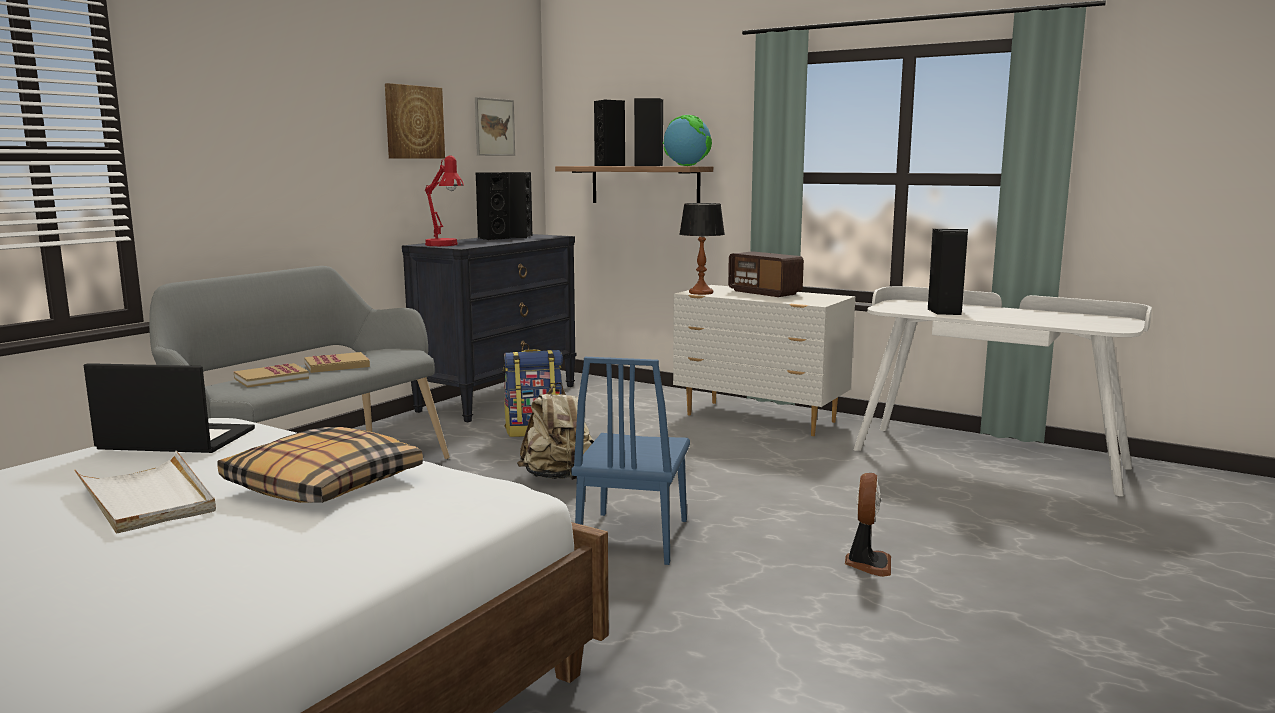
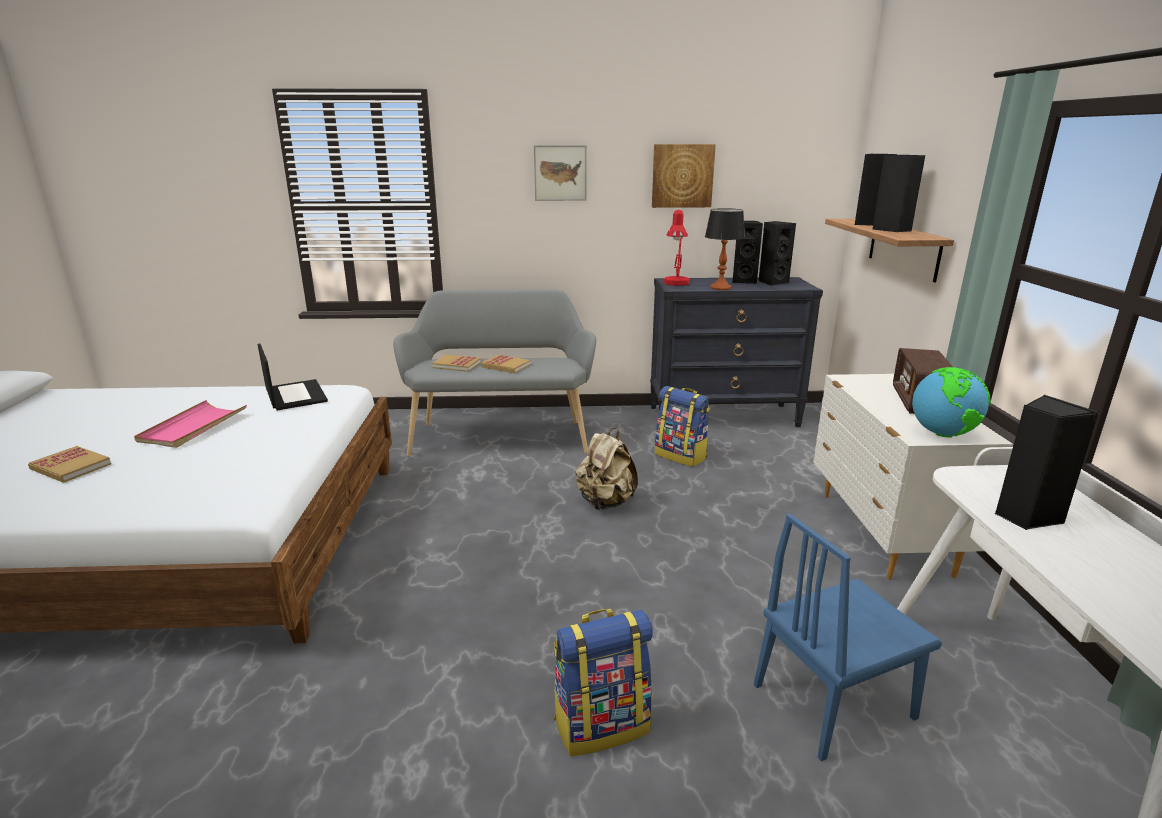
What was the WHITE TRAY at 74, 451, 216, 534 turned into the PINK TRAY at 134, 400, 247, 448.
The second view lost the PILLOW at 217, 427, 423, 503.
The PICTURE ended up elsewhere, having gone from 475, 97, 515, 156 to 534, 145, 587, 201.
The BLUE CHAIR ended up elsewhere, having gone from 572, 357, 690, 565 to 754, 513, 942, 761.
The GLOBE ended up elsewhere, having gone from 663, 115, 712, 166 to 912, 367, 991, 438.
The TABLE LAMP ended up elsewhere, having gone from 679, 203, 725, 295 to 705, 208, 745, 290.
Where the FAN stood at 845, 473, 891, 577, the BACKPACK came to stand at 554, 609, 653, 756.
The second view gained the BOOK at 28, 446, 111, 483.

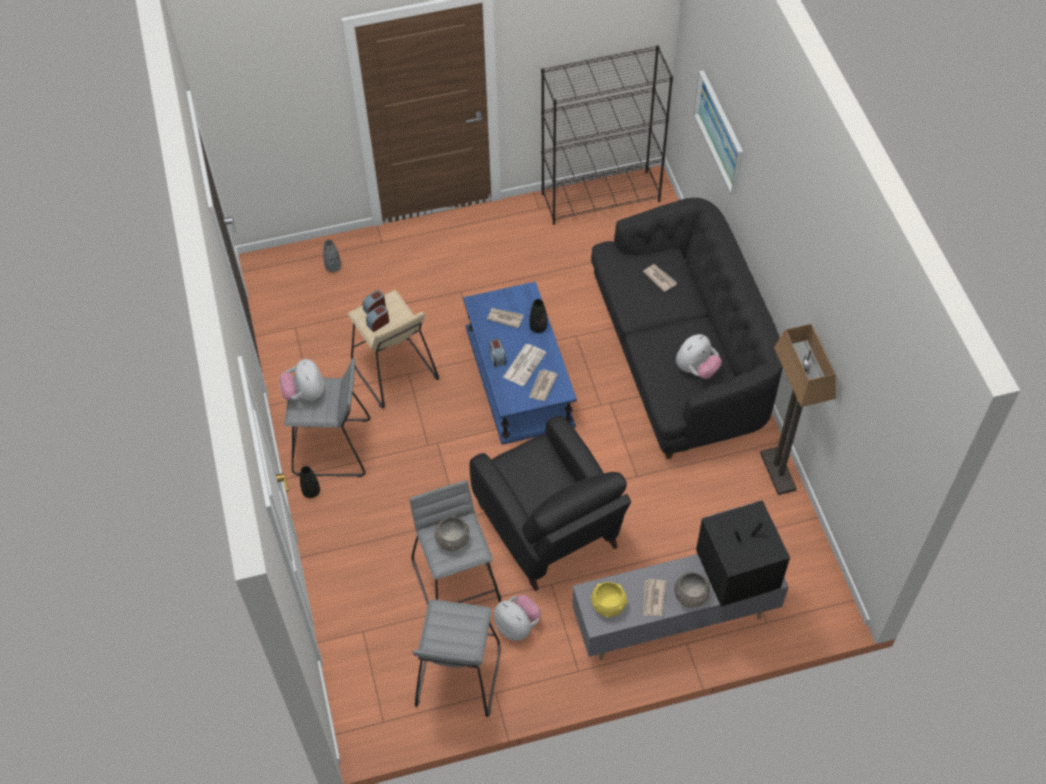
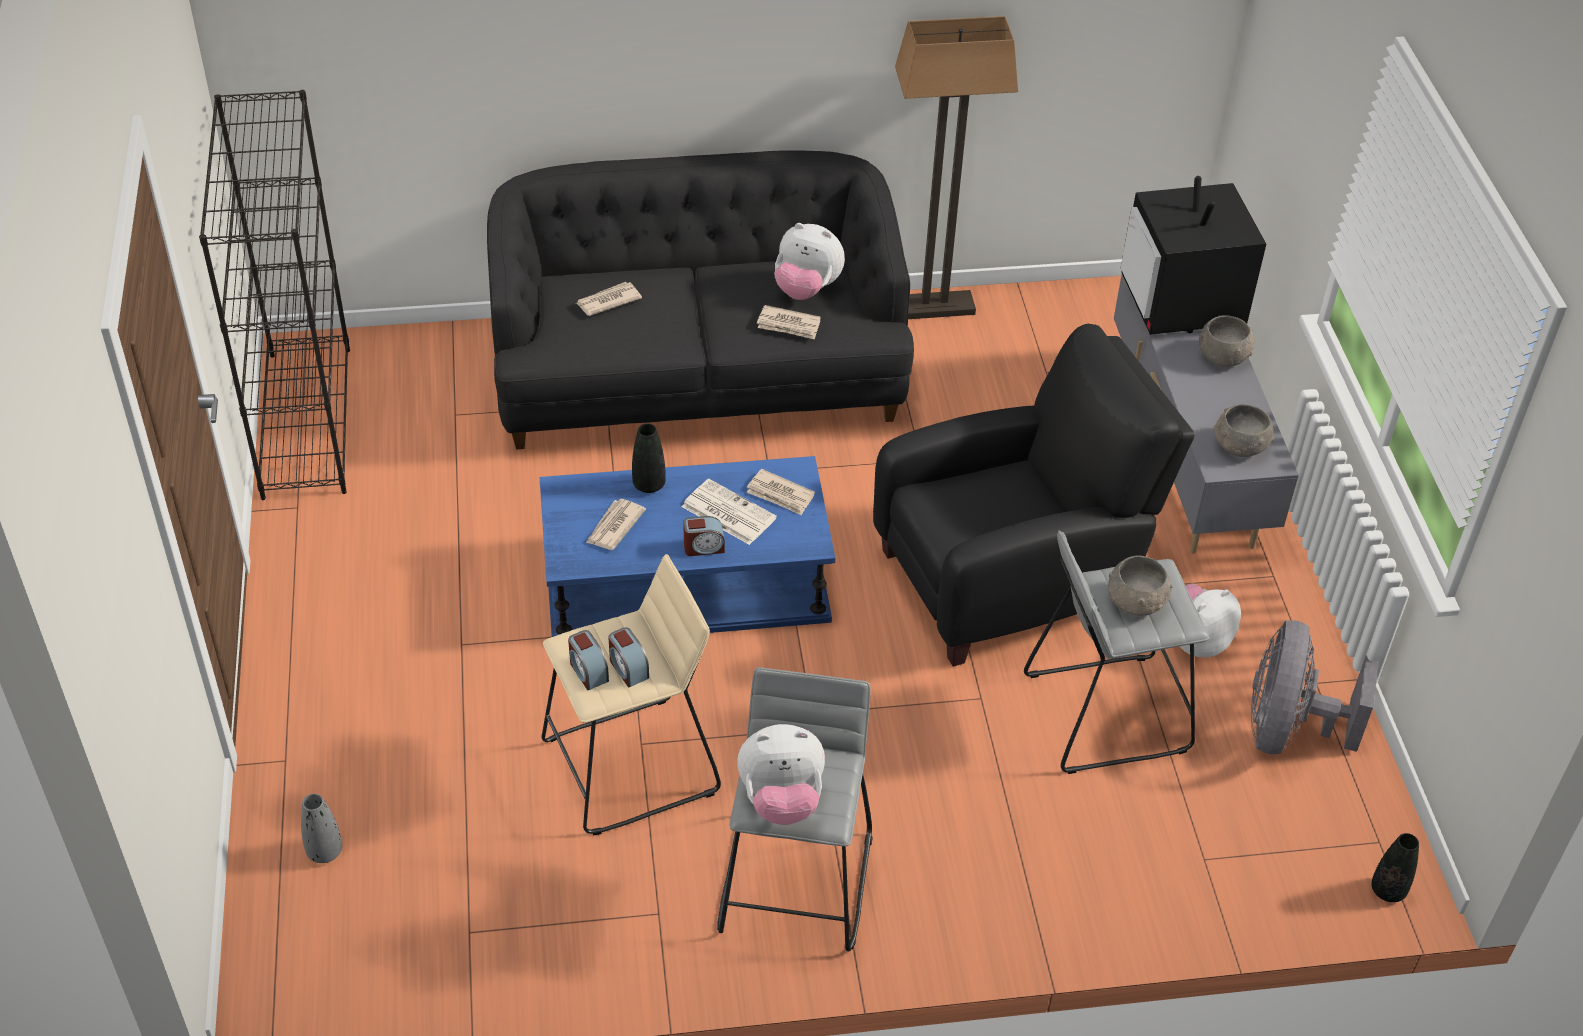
The BLACK VASE ended up elsewhere, having gone from 300, 466, 320, 498 to 1371, 833, 1419, 902.
Where the GREY STOOL stood at 413, 599, 501, 717, the GREY FAN came to stand at 1251, 620, 1379, 754.
What was the YELLOW BOWL at 591, 582, 628, 618 turned into the GREY BOWL at 1214, 404, 1274, 457.
The NEWSPAPER ended up elsewhere, having gone from 643, 579, 666, 617 to 757, 305, 821, 339.
The PLUSH TOY at 676, 334, 722, 379 ended up facing another way, 150 degrees clockwise from before.
The second view lost the PICTURE at 694, 70, 743, 195.

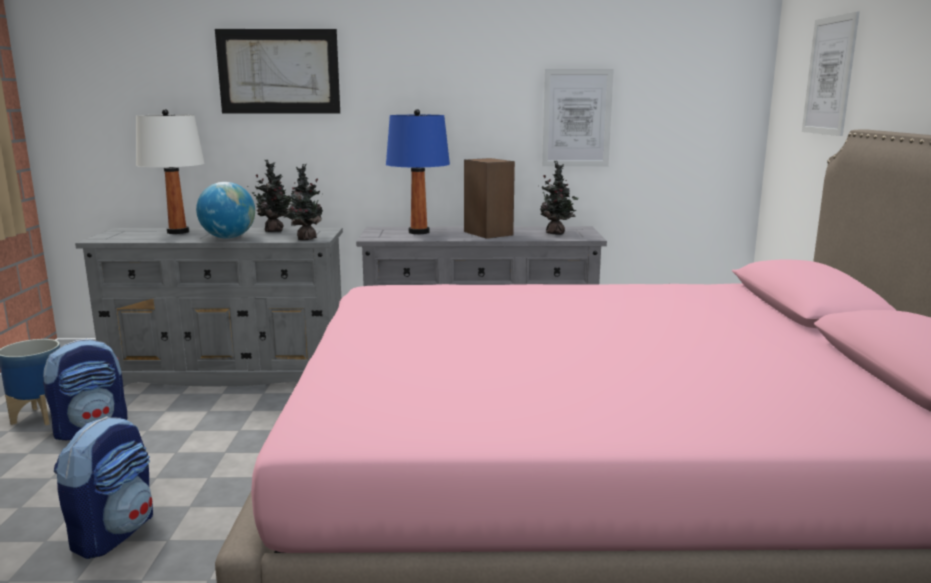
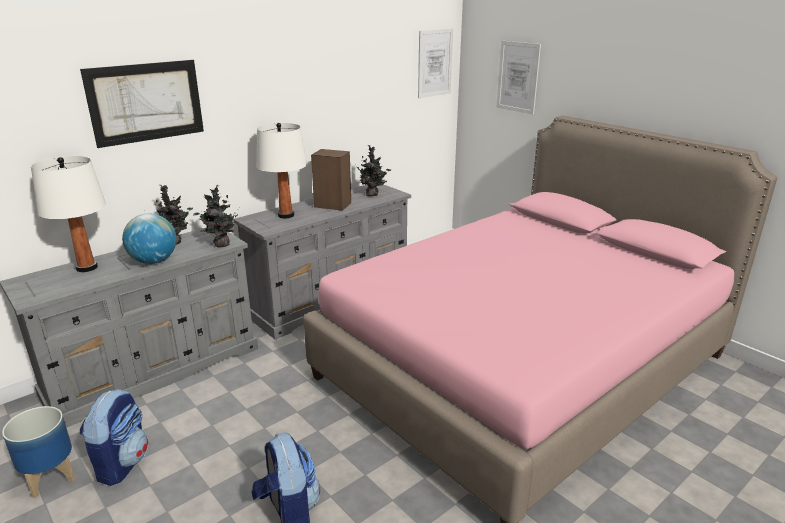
What was the BLUE TABLE LAMP at 386, 109, 450, 234 turned into the WHITE TABLE LAMP at 257, 123, 307, 218.
The PICTURE ended up elsewhere, having gone from 542, 69, 614, 166 to 418, 29, 453, 98.

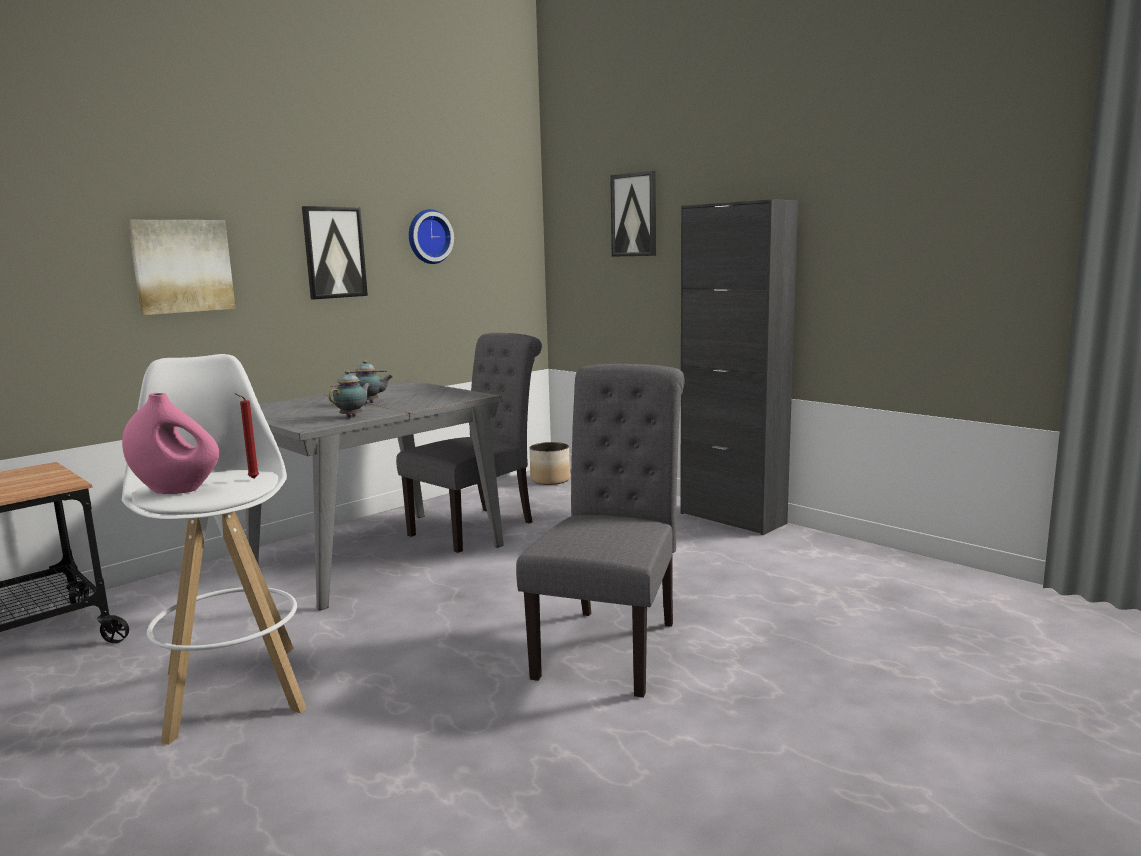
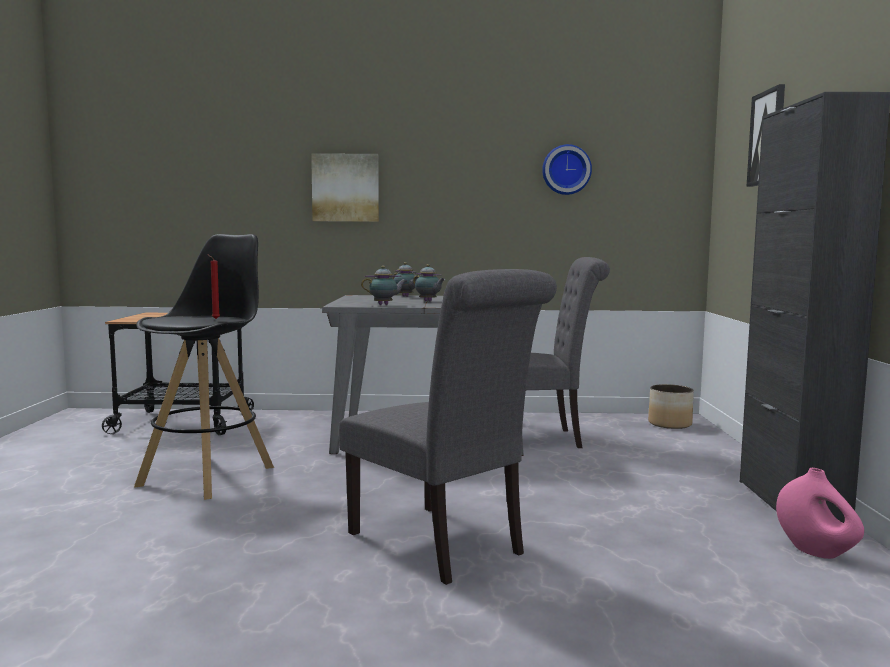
What was the WHITE STOOL at 122, 354, 307, 745 turned into the BLACK STOOL at 134, 234, 274, 500.
The PINK VASE ended up elsewhere, having gone from 122, 393, 219, 494 to 776, 468, 864, 559.
The second view lost the PICTURE at 302, 206, 368, 299.
The GREY CHAIR at 516, 364, 684, 698 ended up facing another way, 75 degrees clockwise from before.
The second view gained the TEAPOT at 393, 262, 419, 297.

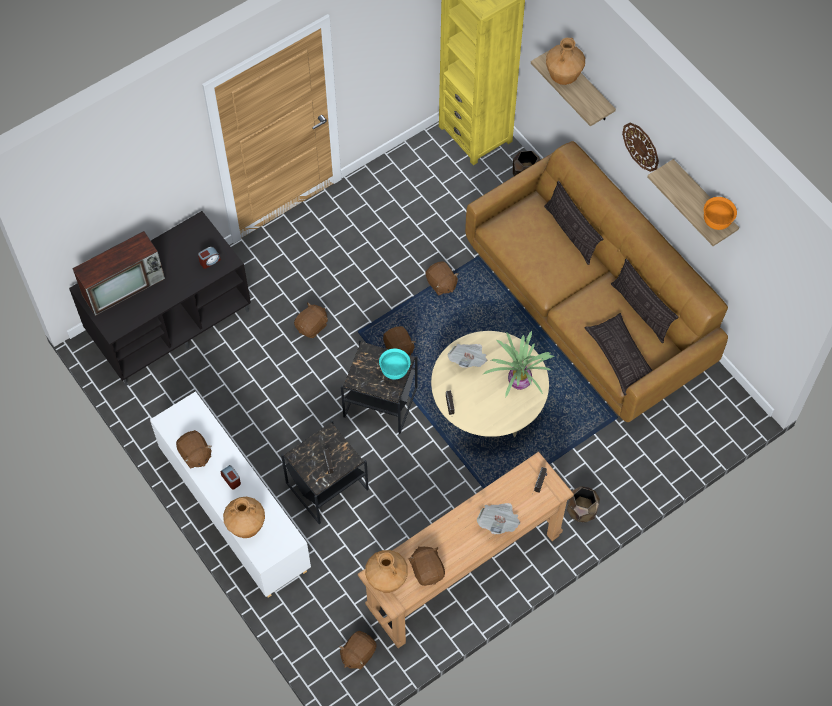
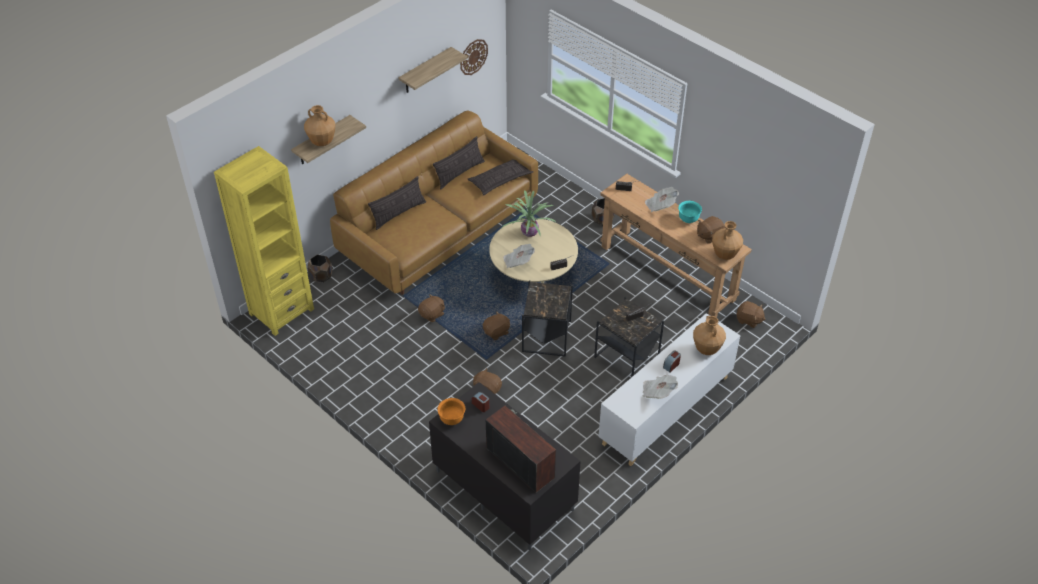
Where the BROWN PLUSH TOY stood at 176, 430, 212, 469, the NEWSPAPER came to stand at 642, 375, 678, 399.
The TURQUOISE BOWL ended up elsewhere, having gone from 379, 348, 411, 379 to 678, 201, 702, 223.
The WALL CLOCK ended up elsewhere, having gone from 622, 122, 659, 172 to 460, 39, 488, 75.
The ORANGE BOWL ended up elsewhere, having gone from 704, 197, 737, 230 to 437, 398, 465, 425.

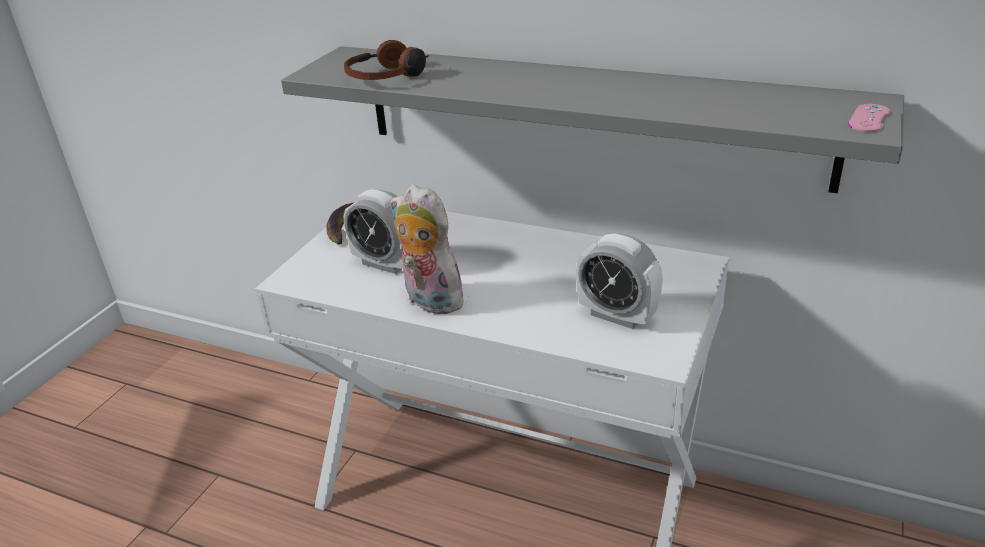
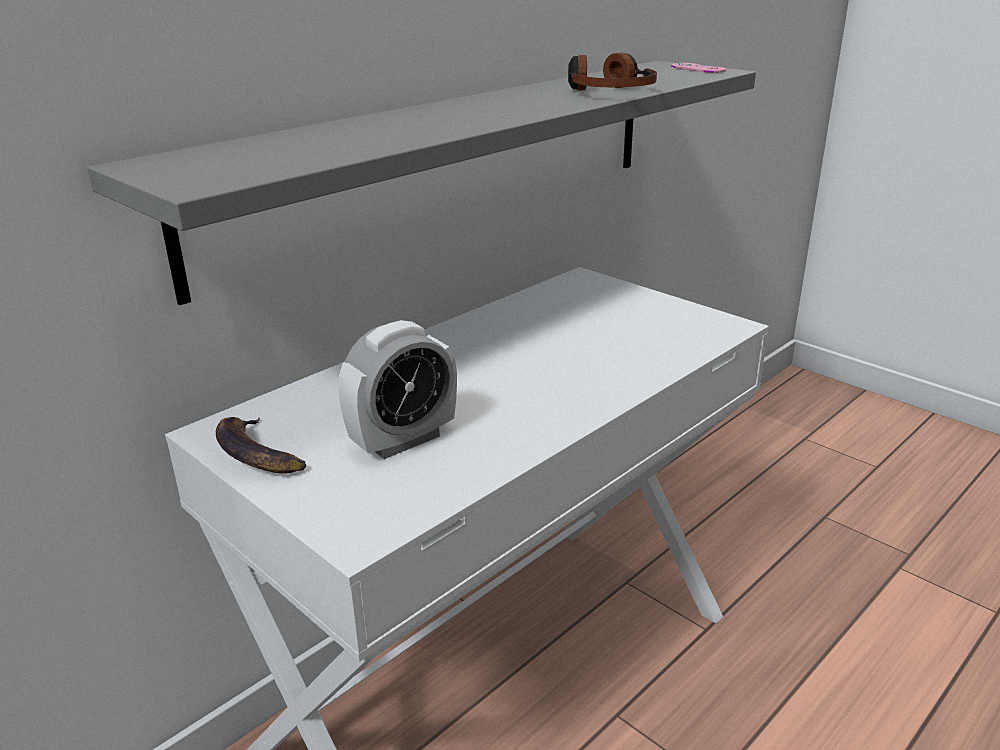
The HEADPHONES ended up elsewhere, having gone from 344, 40, 429, 80 to 568, 53, 657, 90.
The second view lost the PLUSH TOY at 391, 184, 463, 314.
The second view lost the ALARM CLOCK at 576, 234, 663, 329.

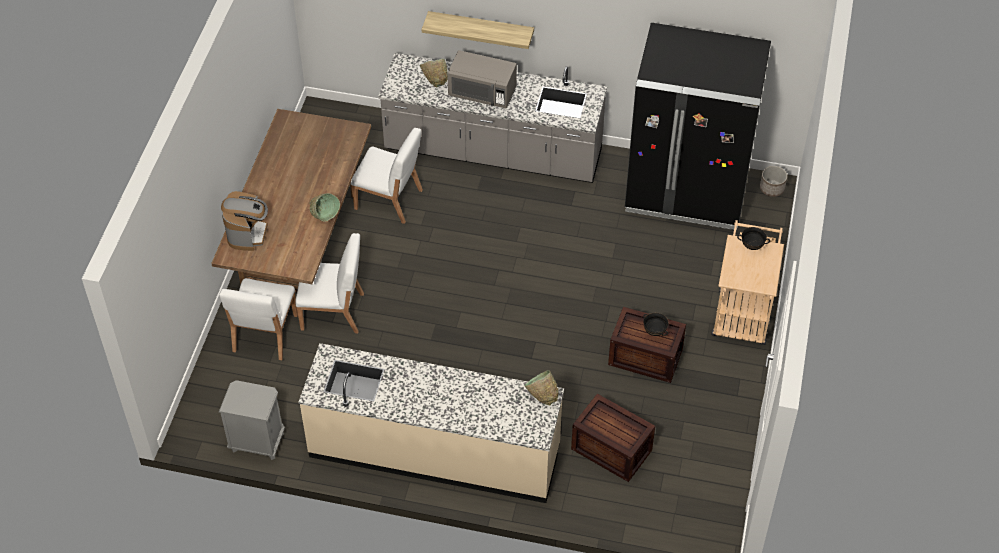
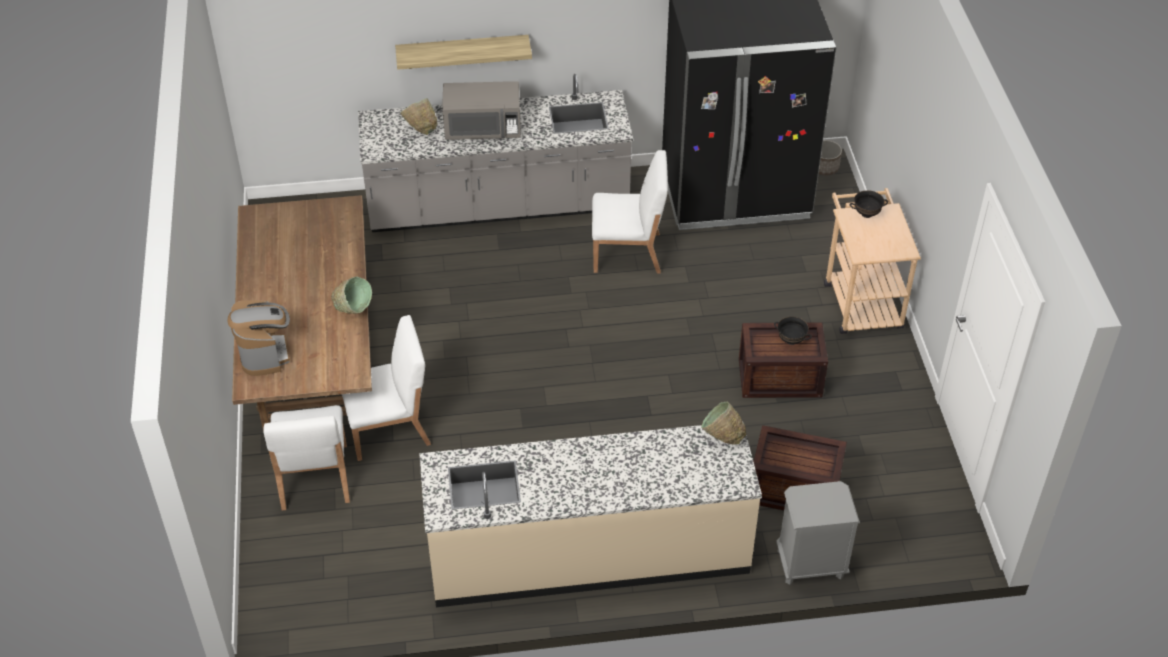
The GREY NIGHTSTAND ended up elsewhere, having gone from 219, 380, 285, 460 to 776, 481, 860, 585.
The WHITE CHAIR ended up elsewhere, having gone from 351, 128, 423, 224 to 592, 150, 668, 273.

